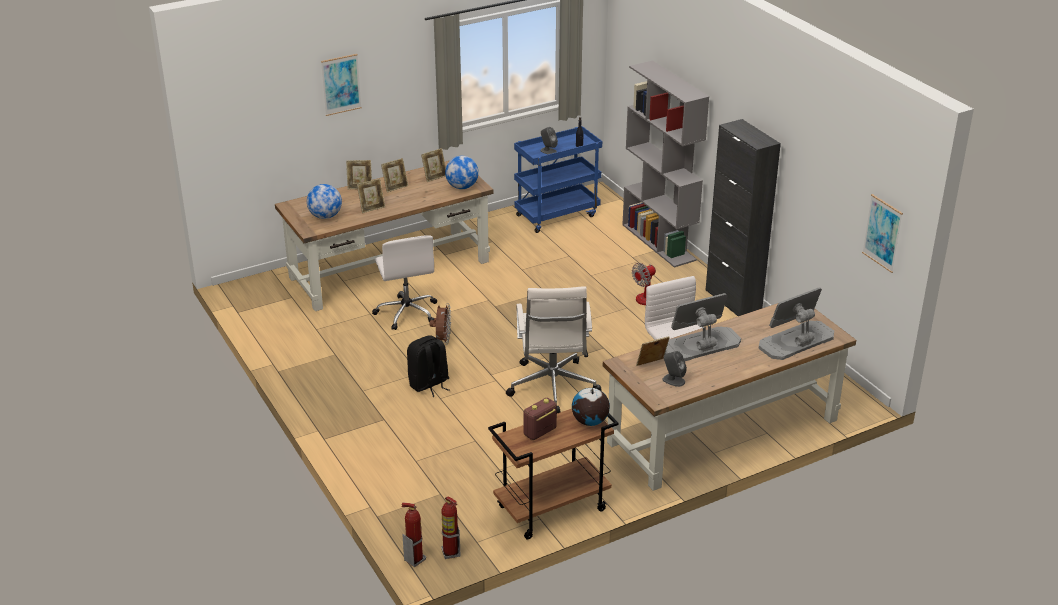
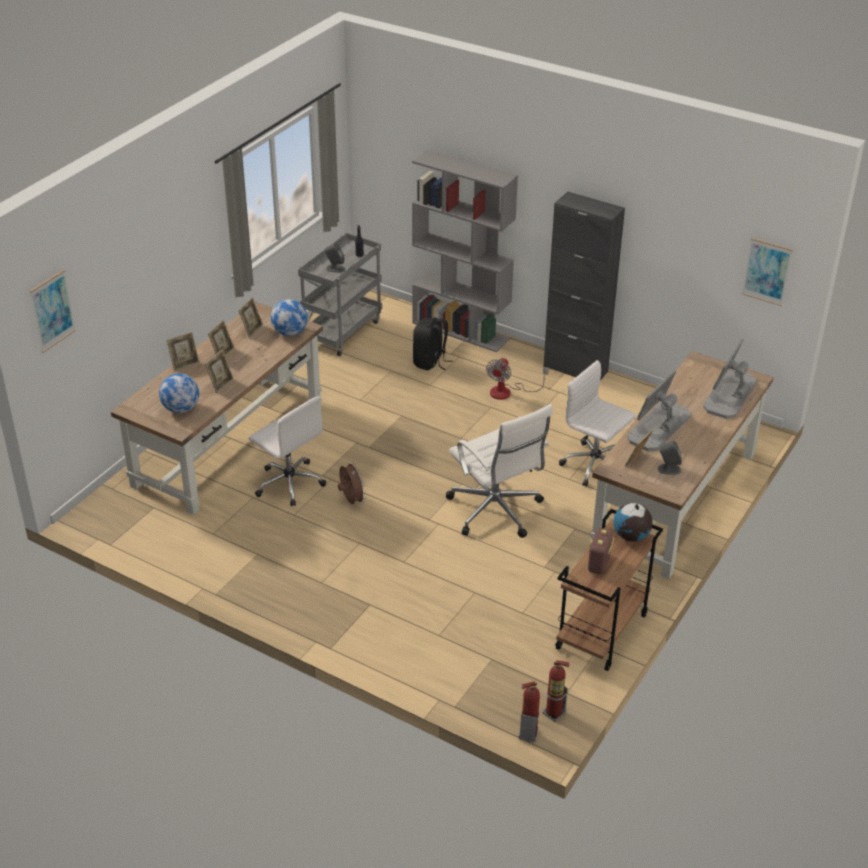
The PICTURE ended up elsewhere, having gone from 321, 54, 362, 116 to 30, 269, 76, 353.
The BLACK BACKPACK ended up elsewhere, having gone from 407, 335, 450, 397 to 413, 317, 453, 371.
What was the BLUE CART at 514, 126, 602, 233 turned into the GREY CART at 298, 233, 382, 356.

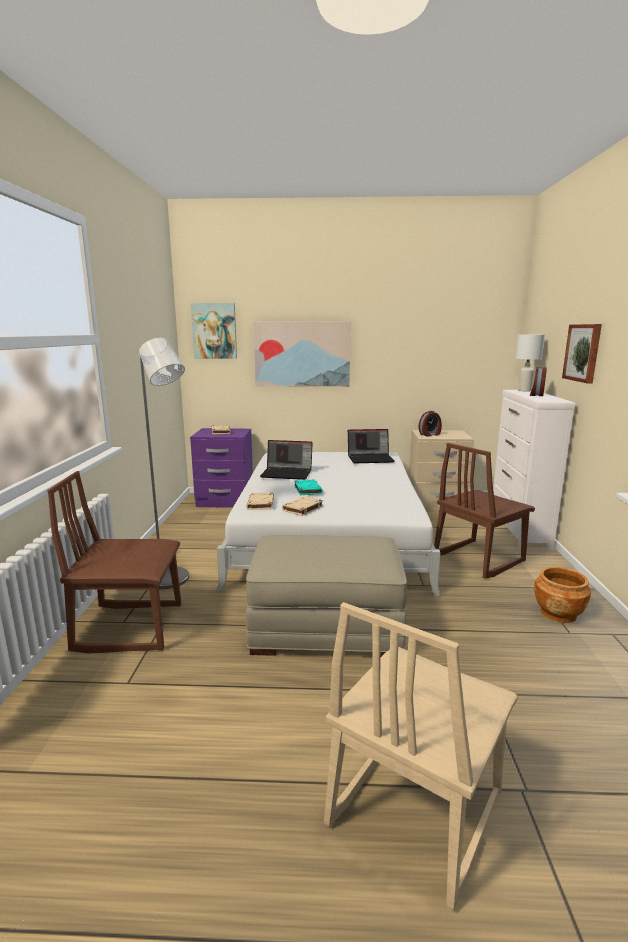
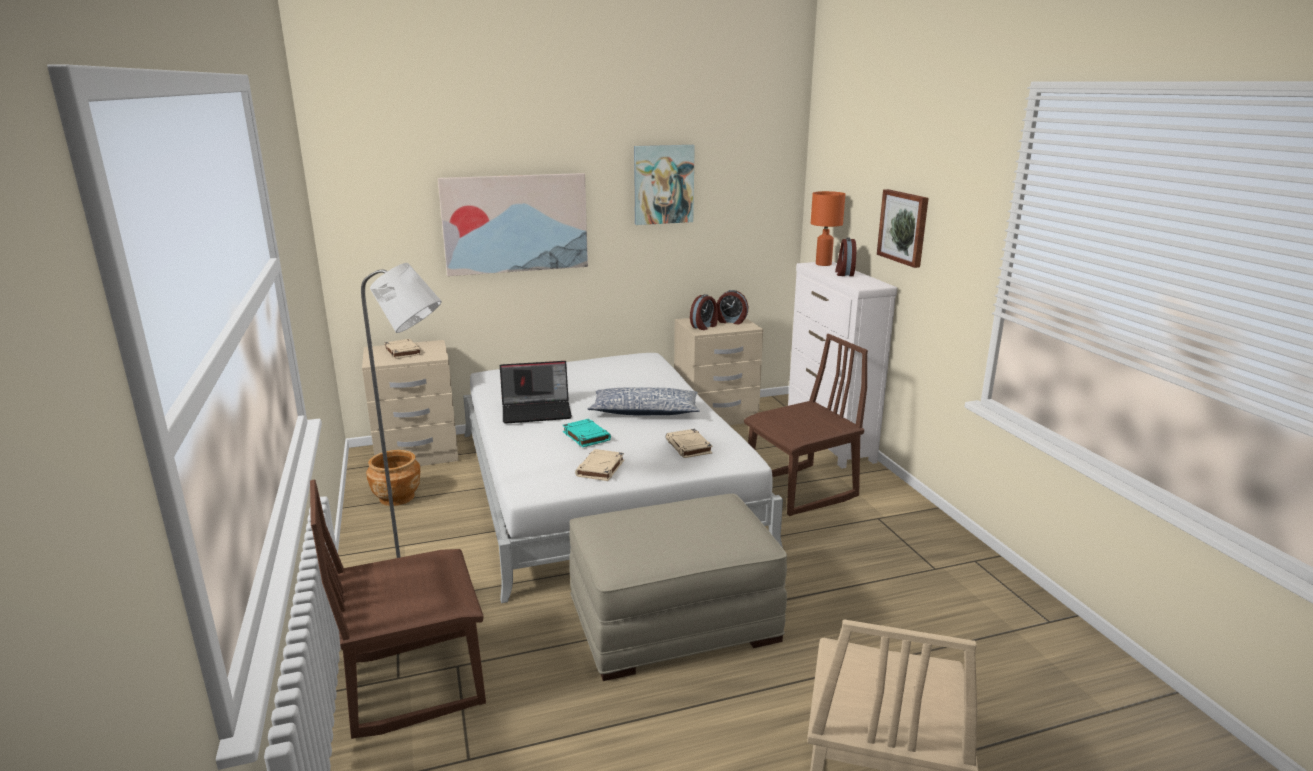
What was the PURPLE NIGHTSTAND at 190, 428, 253, 508 turned into the BEIGE NIGHTSTAND at 362, 340, 459, 466.
The PICTURE ended up elsewhere, having gone from 191, 303, 237, 359 to 634, 145, 695, 225.
The BEIGE BOOK ended up elsewhere, having gone from 246, 493, 274, 510 to 666, 429, 713, 458.
The second view lost the LAPTOP at 348, 429, 395, 464.
The BROWN CHAIR at 434, 443, 535, 579 ended up facing another way, 150 degrees counterclockwise from before.
What was the WHITE TABLE LAMP at 515, 335, 545, 392 turned into the ORANGE TABLE LAMP at 811, 191, 845, 266.
The BROWN PLANTER ended up elsewhere, having gone from 534, 567, 591, 623 to 366, 450, 420, 506.
The second view gained the PILLOW at 588, 387, 700, 416.
The second view gained the ALARM CLOCK at 717, 290, 748, 324.

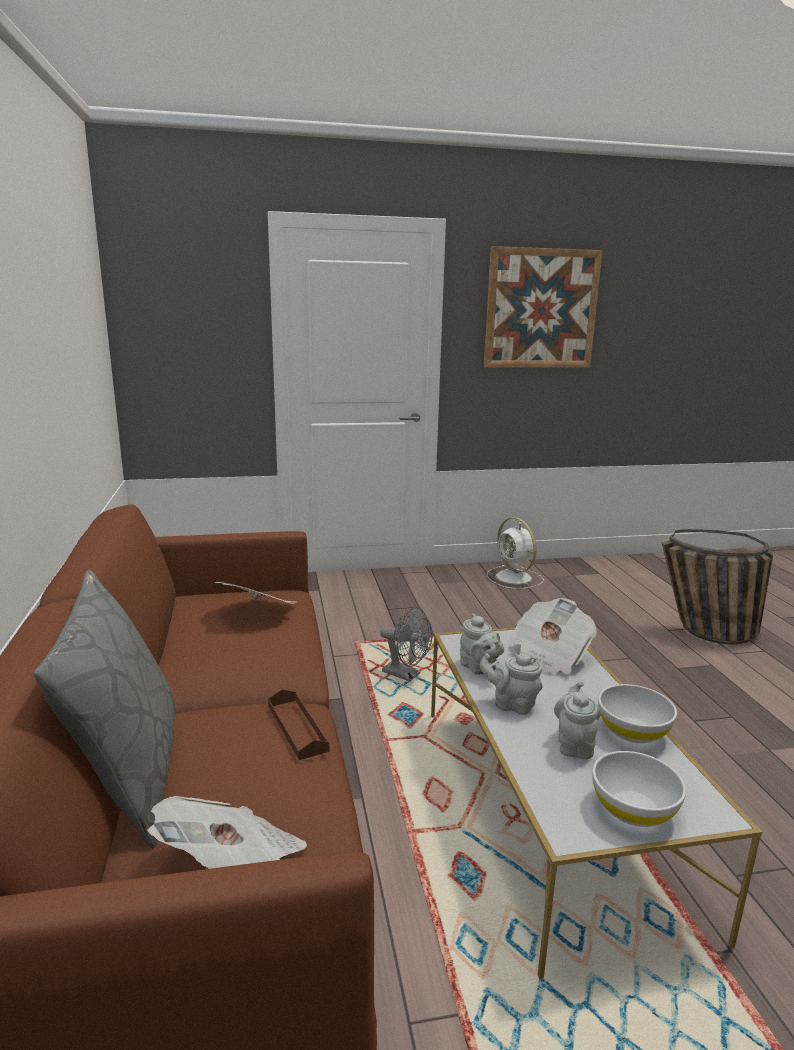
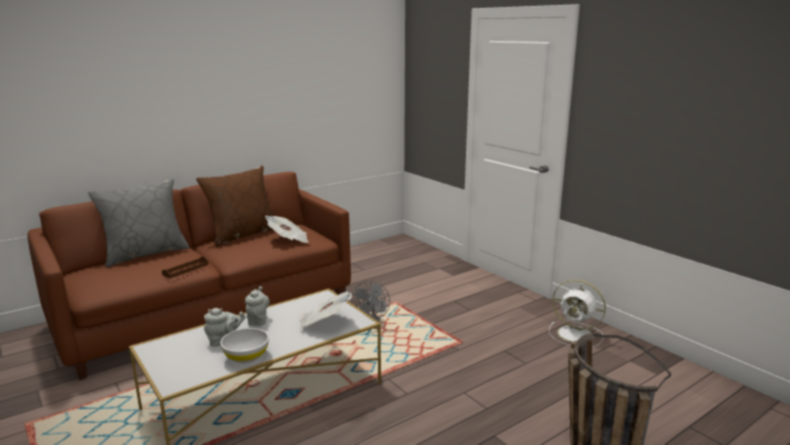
The second view lost the NEWSPAPER at 147, 796, 307, 869.
The second view lost the GREY TEAPOT at 460, 614, 504, 674.
The second view lost the PICTURE at 484, 246, 603, 368.
The WHITE FAN at 487, 517, 544, 589 ended up facing another way, 90 degrees counterclockwise from before.
The second view lost the WHITE BOWL at 592, 751, 686, 827.
The second view gained the BROWN PILLOW at 196, 166, 273, 247.

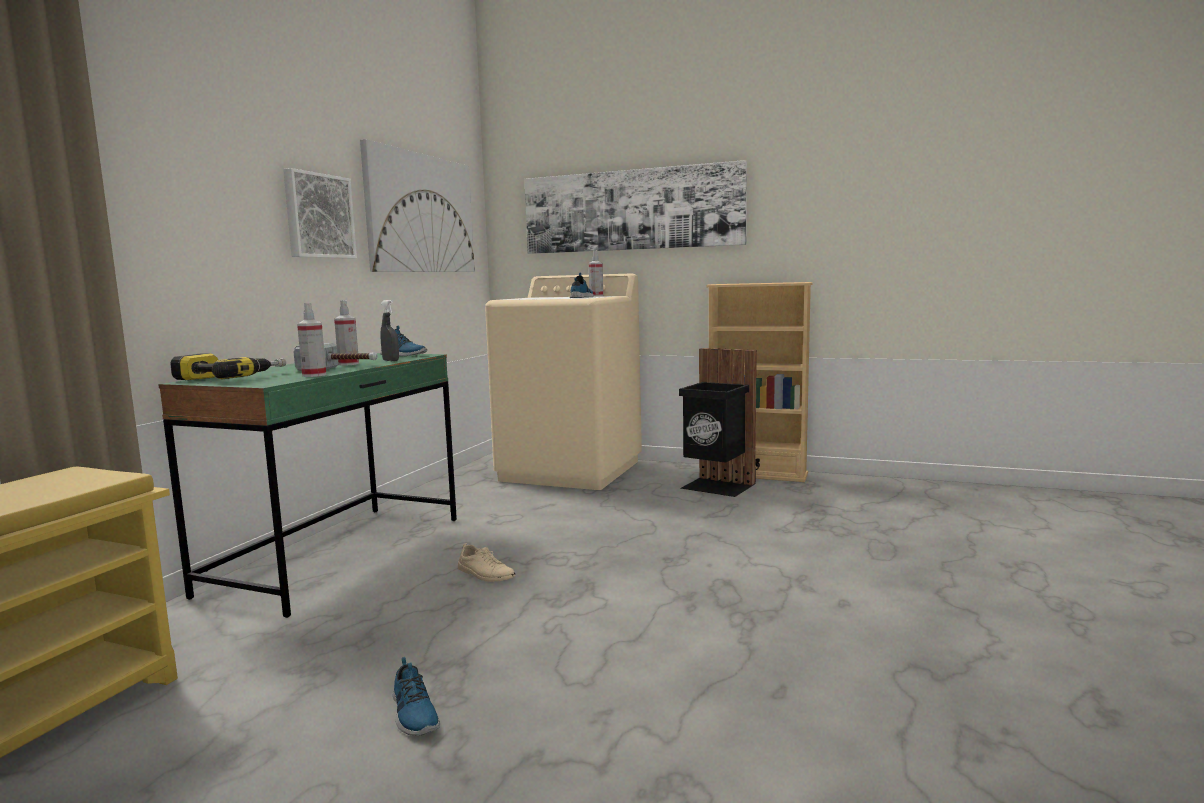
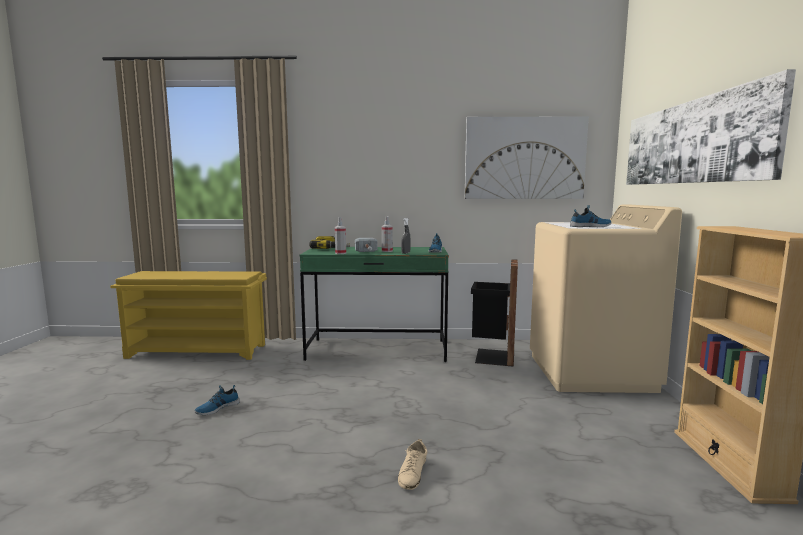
The second view lost the PICTURE at 283, 168, 357, 259.
The BEIGE SHOE ended up elsewhere, having gone from 458, 543, 516, 582 to 398, 439, 427, 490.
The second view lost the SPRAY BOTTLE at 589, 250, 603, 297.
The BLACK TRASH CAN ended up elsewhere, having gone from 679, 348, 757, 497 to 471, 259, 518, 367.

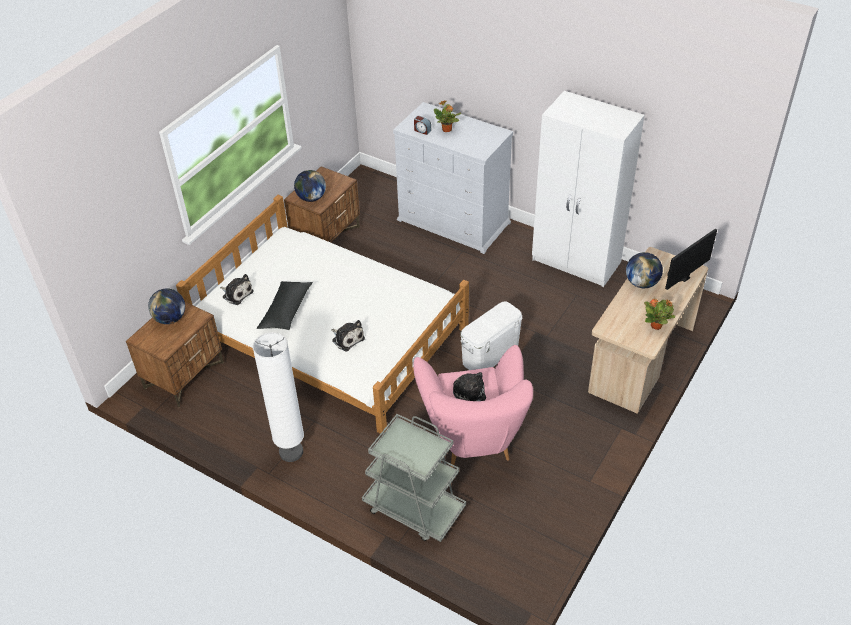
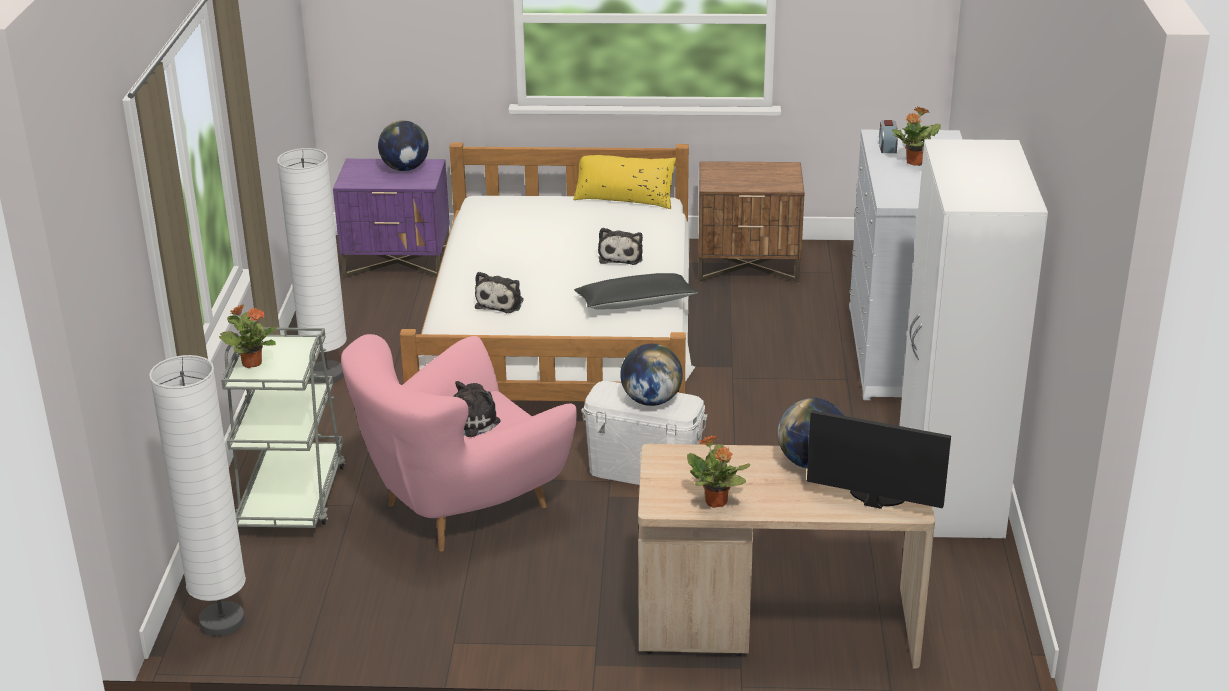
What was the BROWN NIGHTSTAND at 126, 302, 224, 407 turned into the PURPLE NIGHTSTAND at 333, 159, 450, 279.
The PLUSH TOY ended up elsewhere, having gone from 220, 274, 254, 305 to 598, 228, 643, 265.
The BLACK PILLOW ended up elsewhere, having gone from 257, 281, 313, 330 to 574, 273, 698, 310.
The GLOBE ended up elsewhere, having gone from 294, 170, 326, 202 to 620, 344, 683, 406.
The second view gained the WHITE FLOOR LAMP at 149, 355, 246, 636.
The second view gained the POTTED PLANT at 219, 304, 277, 368.
The second view gained the YELLOW PILLOW at 573, 155, 676, 209.

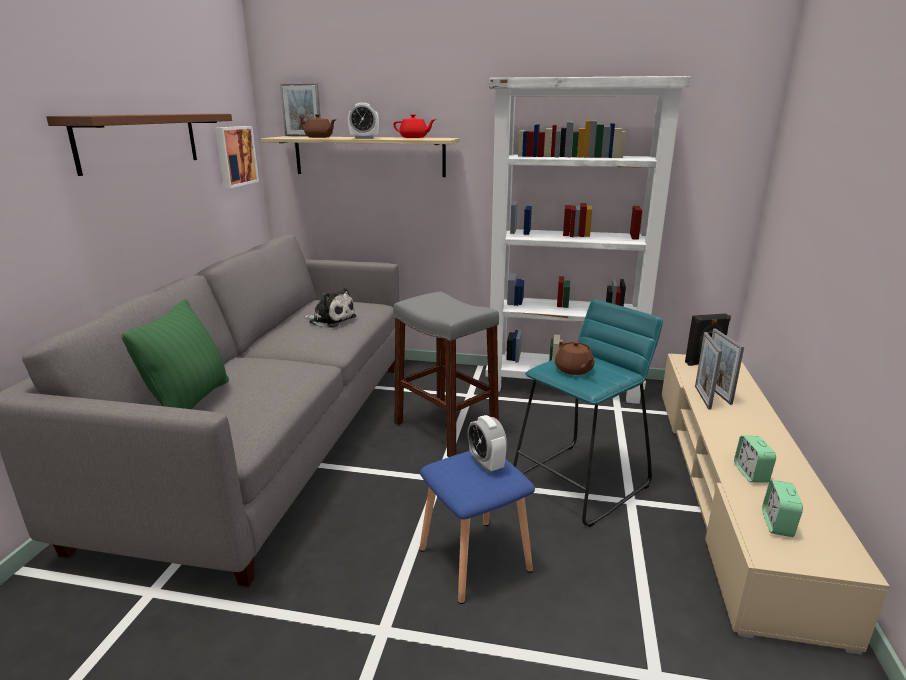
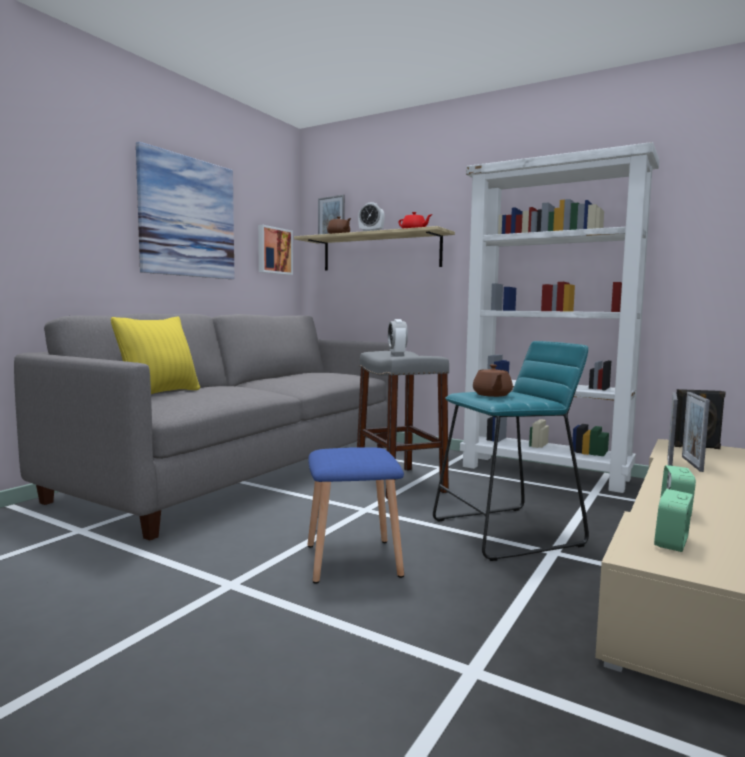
Where the BROWN SHELF hung at 46, 114, 232, 176, the PICTURE came to hang at 136, 142, 234, 279.
What was the GREEN PILLOW at 121, 299, 229, 409 turned into the YELLOW PILLOW at 111, 317, 200, 394.
The second view lost the PLUSH TOY at 304, 288, 357, 327.
The ALARM CLOCK ended up elsewhere, having gone from 468, 415, 507, 473 to 388, 319, 408, 356.

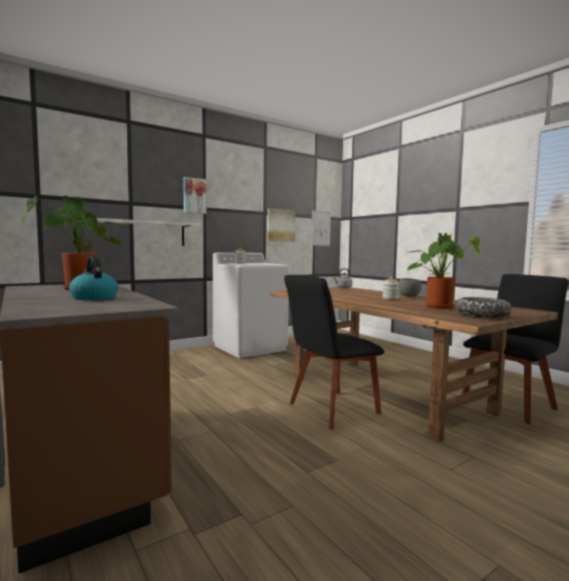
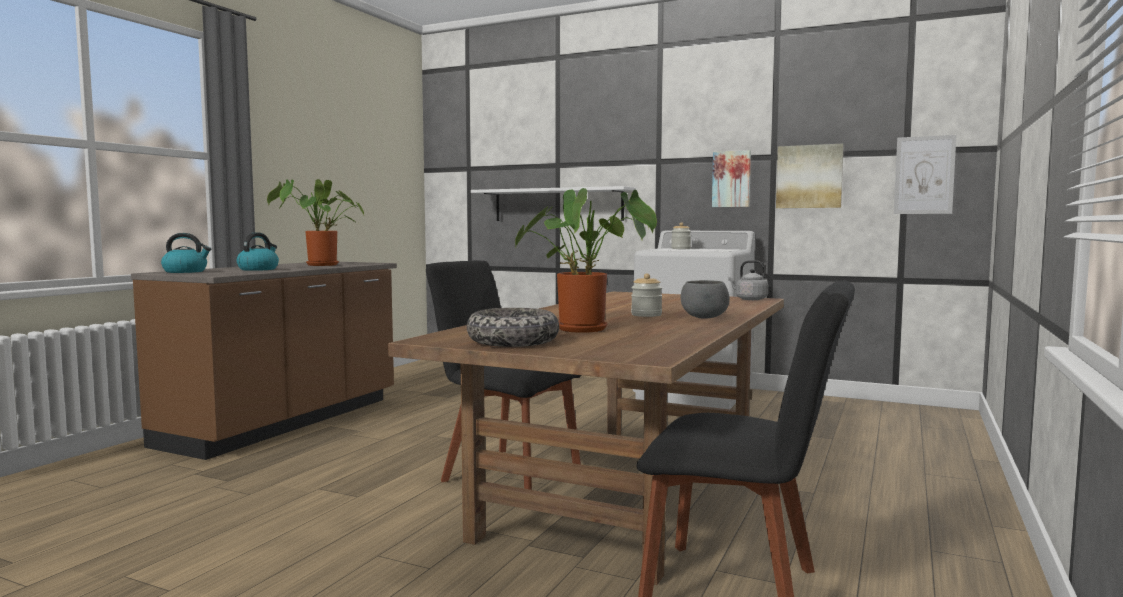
The PICTURE ended up elsewhere, having gone from 183, 177, 206, 214 to 712, 150, 751, 207.
The second view gained the KETTLE at 161, 233, 211, 273.

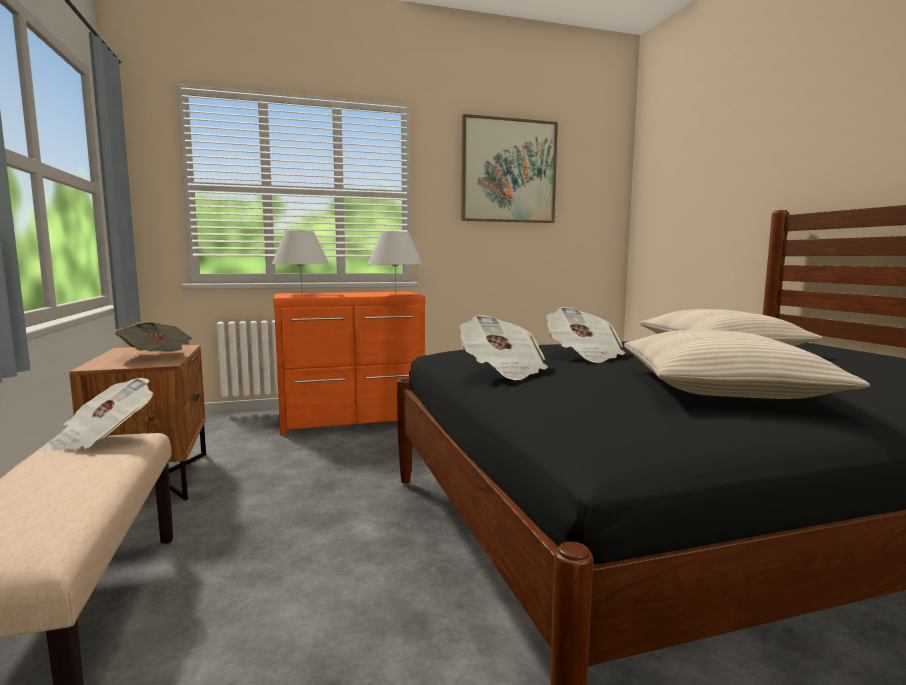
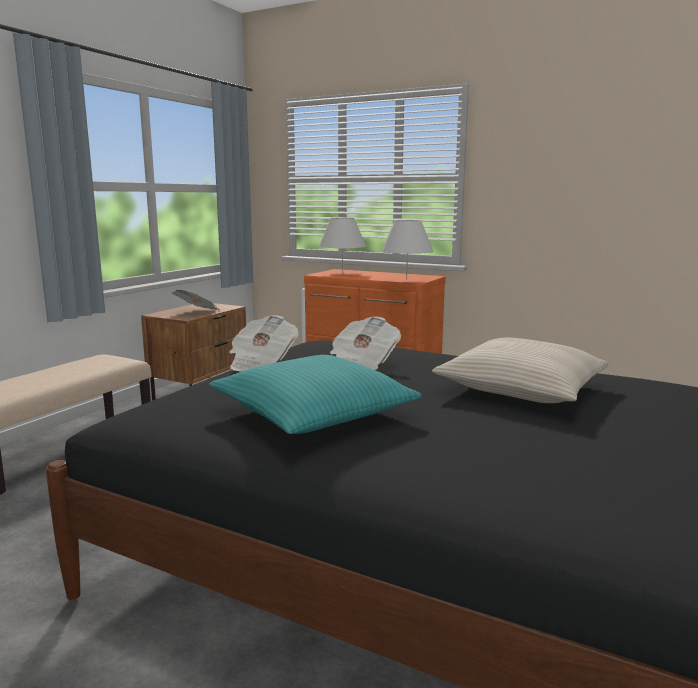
The second view lost the NEWSPAPER at 44, 378, 153, 451.
The second view lost the PICTURE at 461, 114, 558, 223.
What was the BEIGE PILLOW at 624, 330, 870, 399 turned into the TURQUOISE PILLOW at 209, 355, 422, 434.

